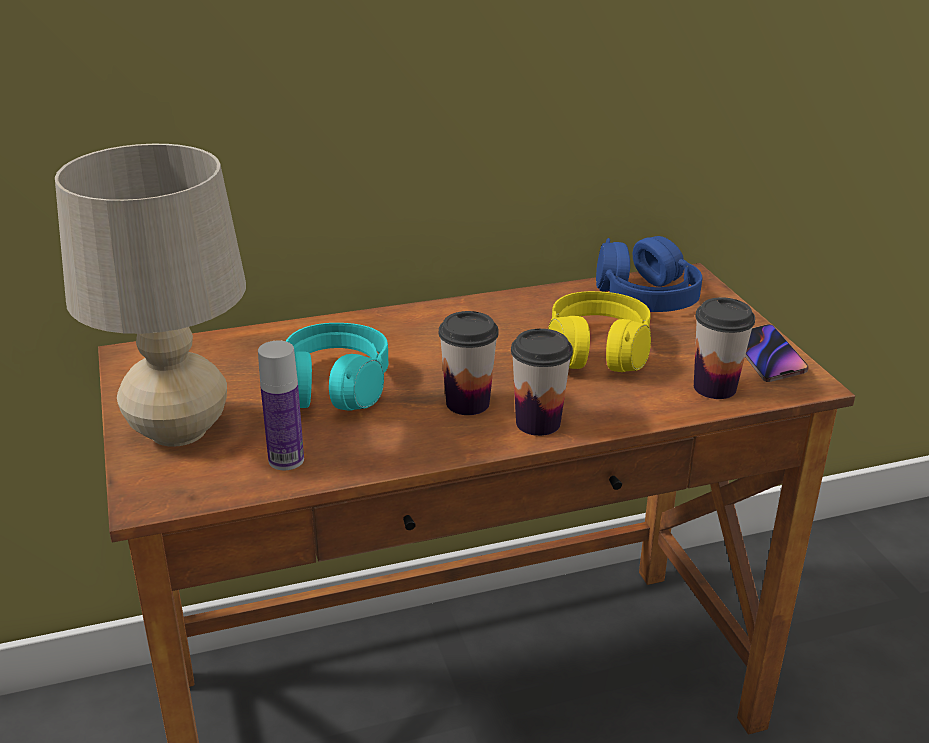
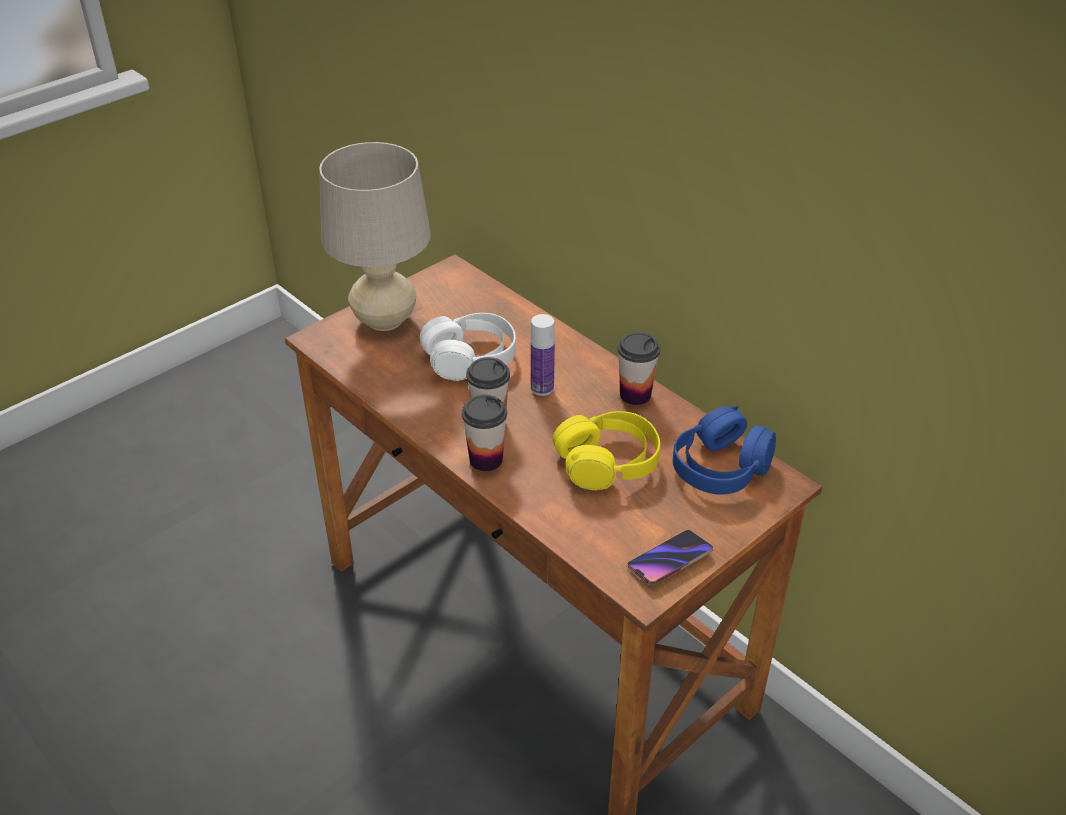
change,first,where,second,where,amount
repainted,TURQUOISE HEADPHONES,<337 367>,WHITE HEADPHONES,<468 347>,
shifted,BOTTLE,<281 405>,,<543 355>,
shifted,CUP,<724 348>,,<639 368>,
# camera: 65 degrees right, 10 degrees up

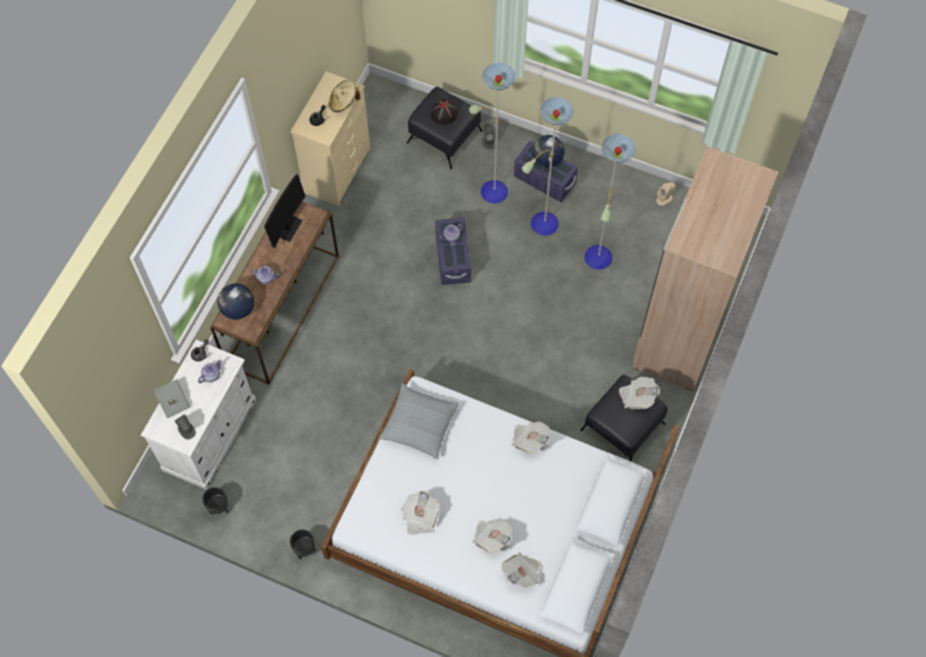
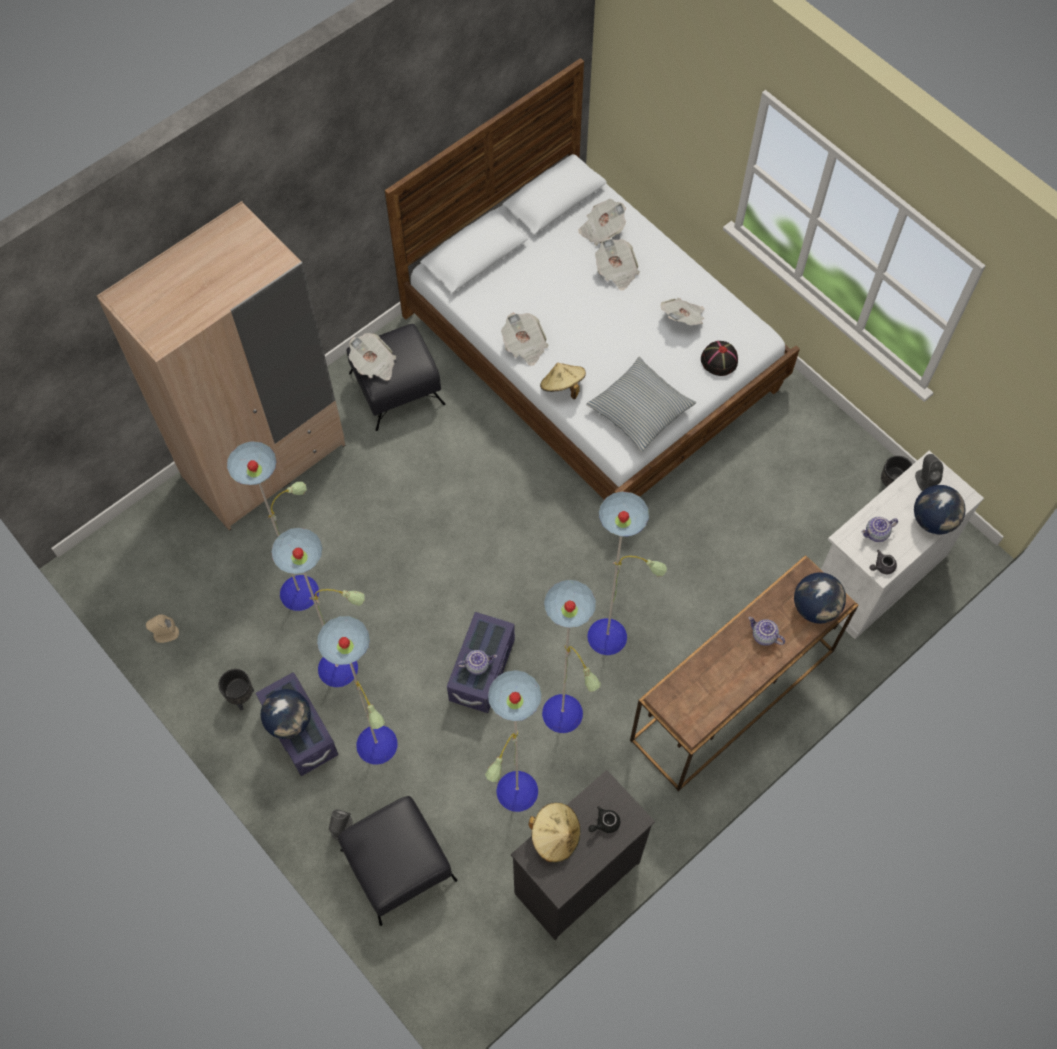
change,first,where,second,where,amount
shifted,BLACK PLANTER,<303 544>,,<236 689>,
new,,,FLOOR LAMP,<576 651>,
repainted,BEIGE DRESSER,<330 139>,BLACK DRESSER,<583 855>,
new,,,BEIGE HAT,<563 381>,
shifted,BLACK HAT,<444 112>,,<719 358>,
swapped,GREY BOOK,<172 398>,GLOBE,<940 509>,
gone,MONITOR,<285 211>,,,
# camera: 155 degrees left, 0 degrees up

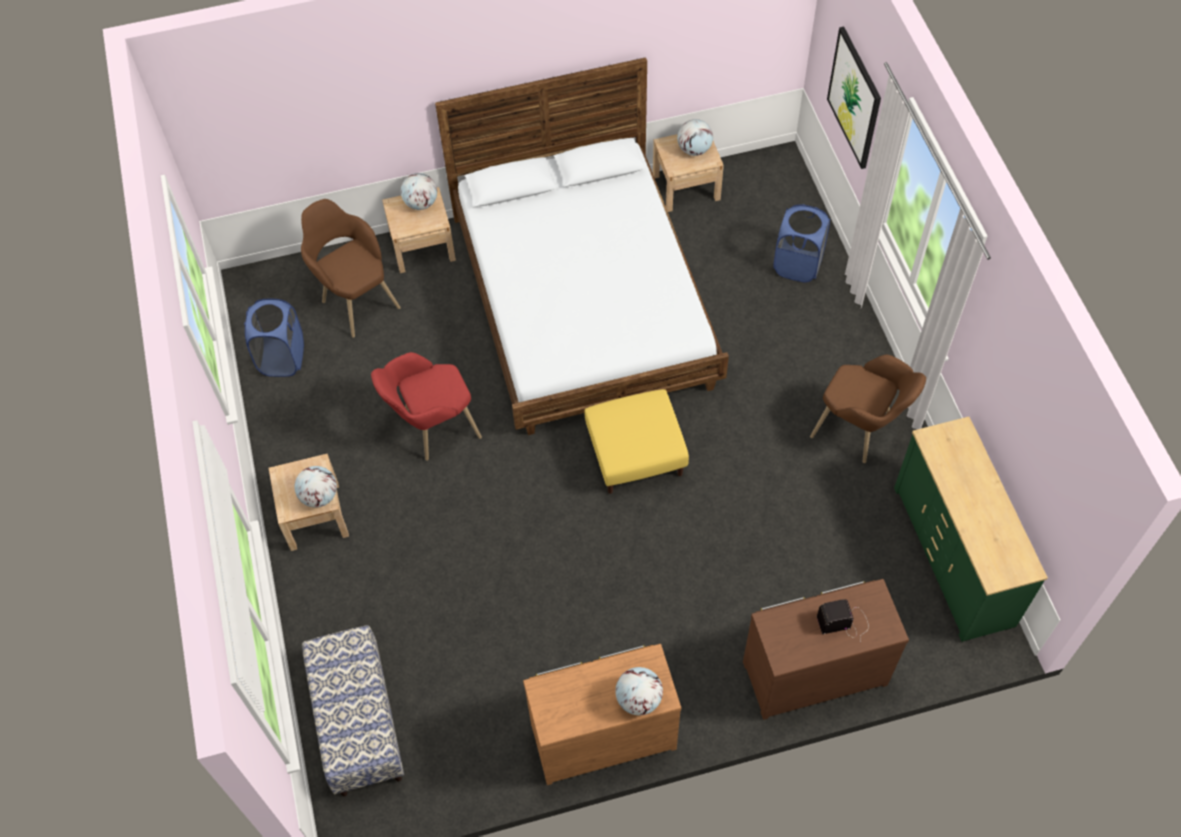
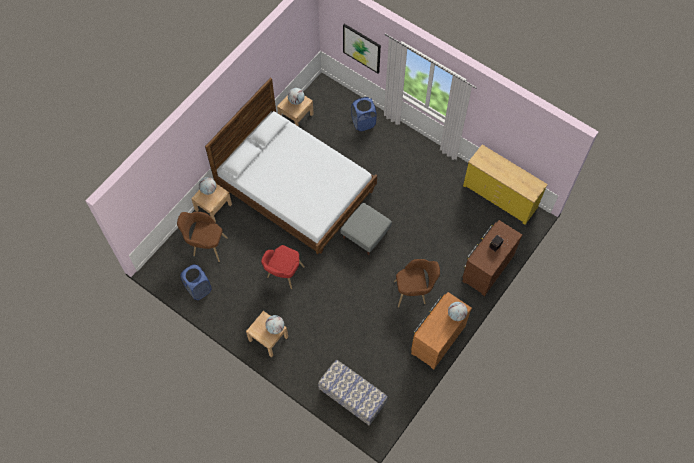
change,first,where,second,where,amount
repainted,YELLOW OTTOMAN,<636 441>,GREY OTTOMAN,<366 229>,
shifted,BROWN ARMCHAIR,<868 409>,,<417 283>,
repainted,GREEN DRESSER,<971 529>,YELLOW DRESSER,<505 185>,
# camera: 40 degrees left, 5 degrees up

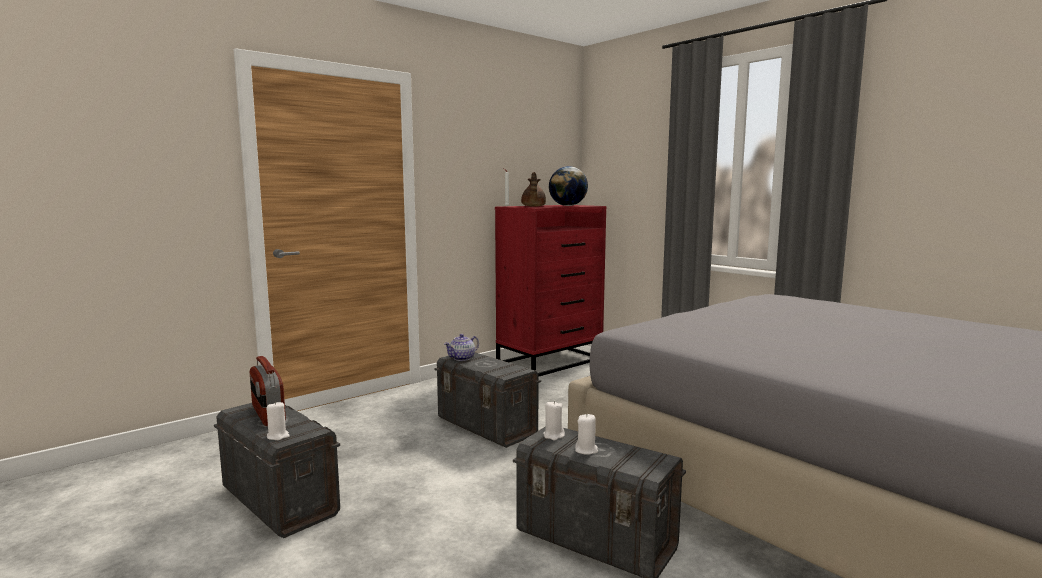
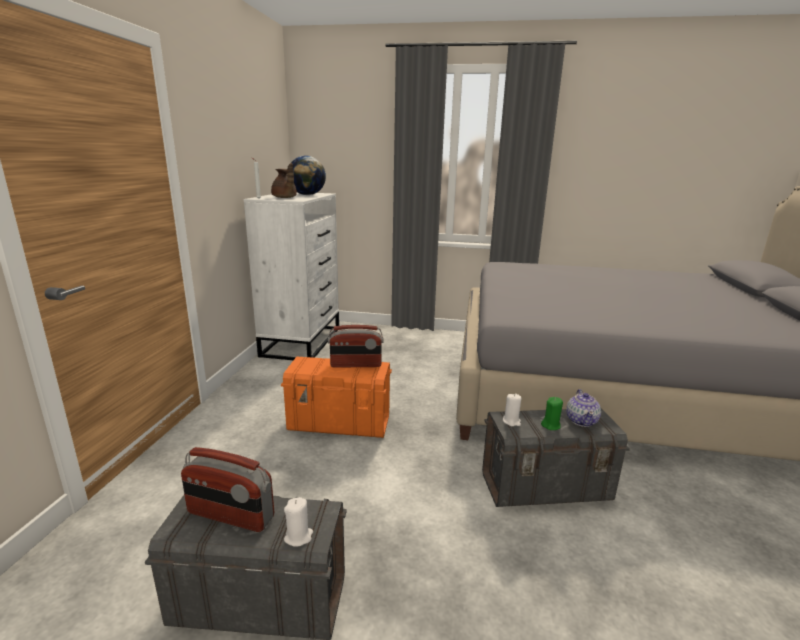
change,first,where,second,where,amount
repainted,RED DRESSER,<550 290>,WHITE DRESSER,<291 276>,
repainted,GREY STORAGE BOX,<487 400>,ORANGE STORAGE BOX,<336 397>,
new,,,RADIO,<355 346>,
repainted,WHITE CANDLE,<586 434>,GREEN CANDLE,<552 413>,
shifted,TEAPOT,<461 347>,,<583 408>,
# camera: 40 degrees left, 10 degrees up

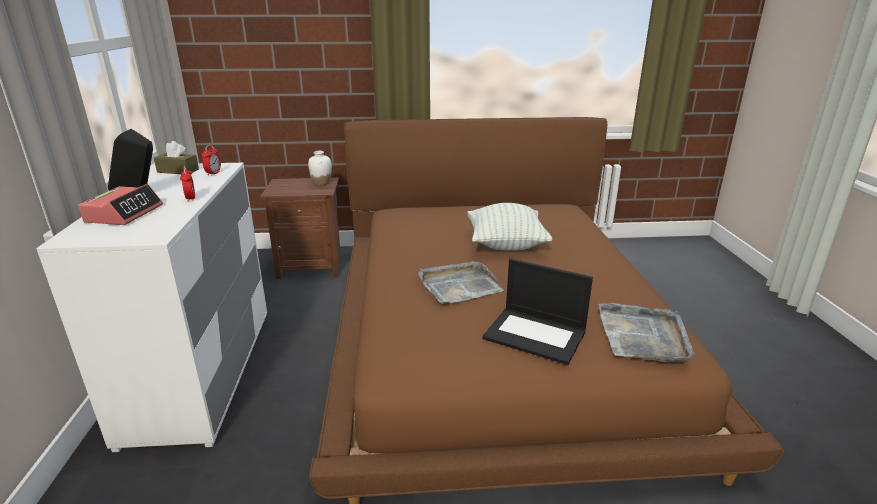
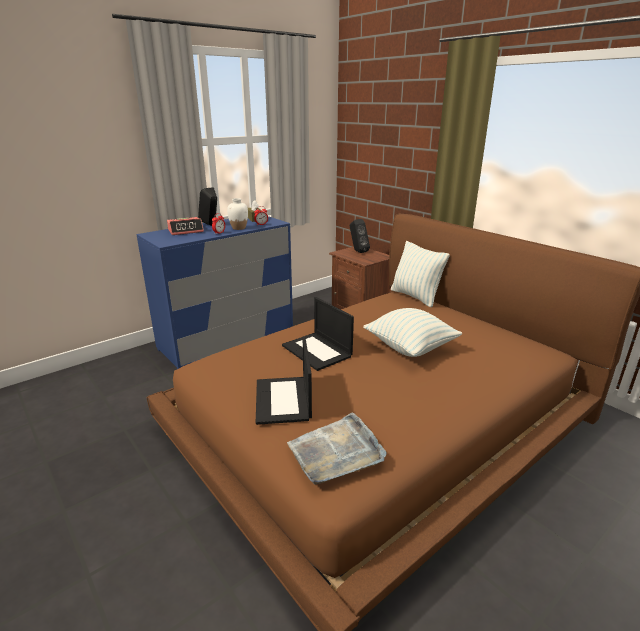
change,first,where,second,where,amount
repainted,WHITE DRESSER,<151 307>,BLUE DRESSER,<214 292>,
shifted,WHITE VASE,<320 168>,,<237 214>,
swapped,GREY TRAY,<461 282>,LAPTOP,<318 334>,
new,,,BLACK SPEAKER,<360 236>,
new,,,PILLOW,<420 274>,
# camera: 55 degrees right, 0 degrees up

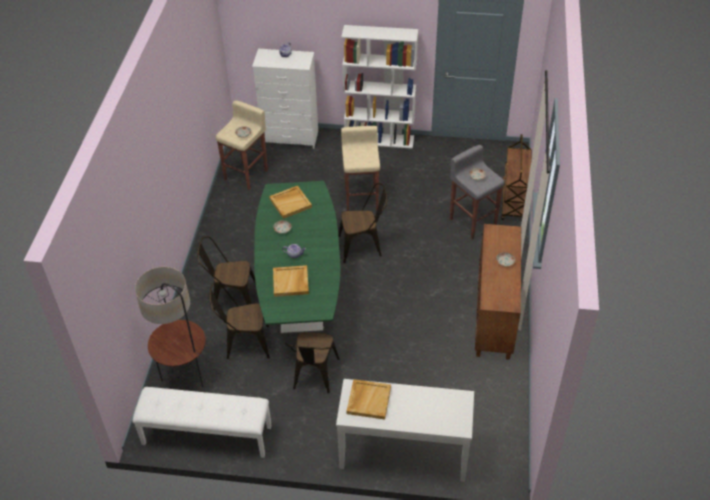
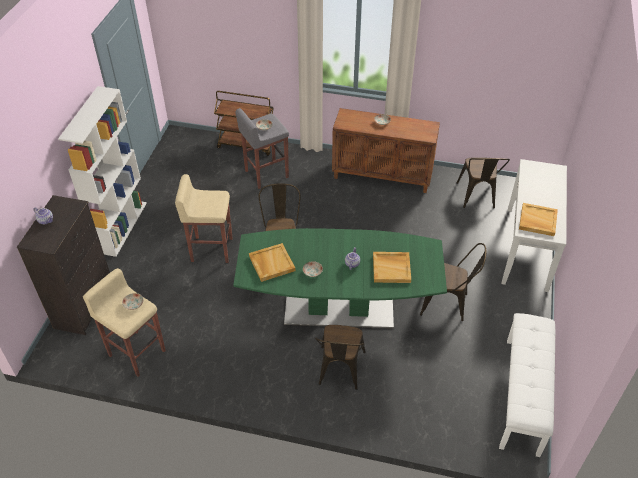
change,first,where,second,where,amount
repainted,WHITE DRESSER,<285 99>,BLACK DRESSER,<63 265>,
shifted,BROWN CHAIR,<240 320>,,<483 183>,
gone,FLOOR LAMP,<170 327>,,,
# camera: 85 degrees left, 0 degrees up

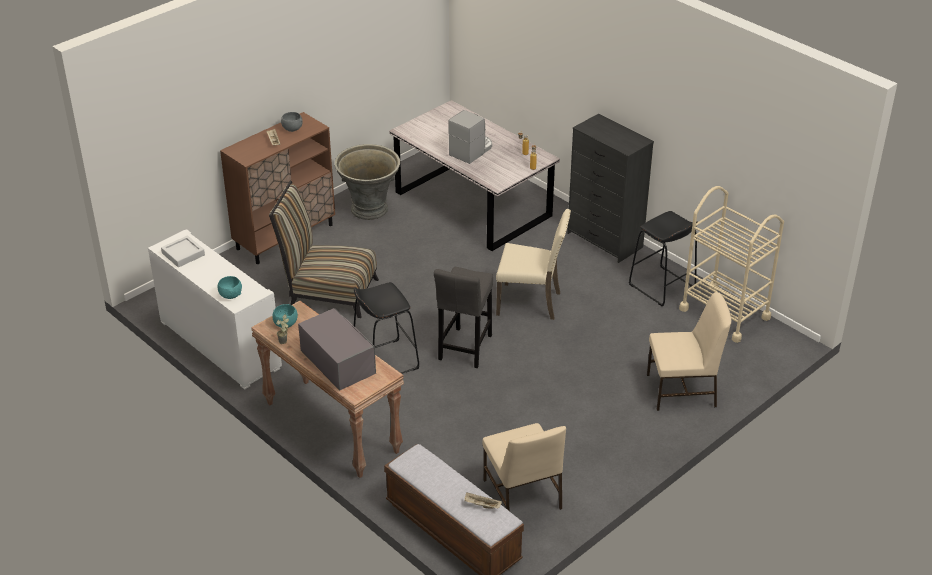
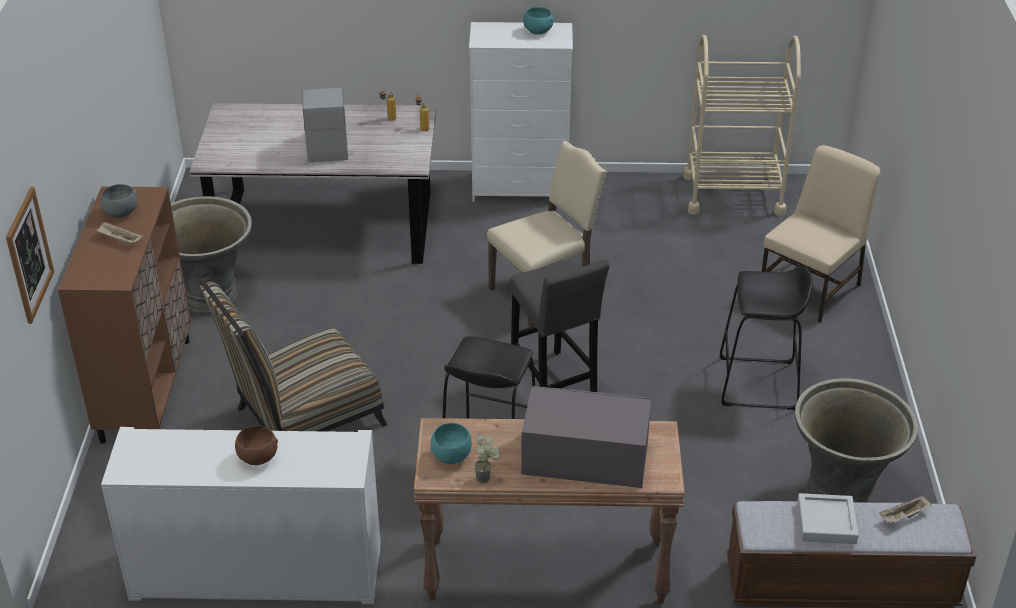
change,first,where,second,where,amount
new,,,PICTURE,<30 255>,
new,,,BROWN BOWL,<256 445>,
repainted,BLACK DRESSER,<610 188>,WHITE DRESSER,<521 111>,
shifted,TURQUOISE BOWL,<230 287>,,<538 21>,
shifted,BLACK STOOL,<663 259>,,<766 338>,
swapped,BEIGE CHAIR,<524 467>,GREY PLANTER,<856 440>,
shifted,GREY TRAY,<183 251>,,<828 518>,
# camera: 45 degrees left, 0 degrees up

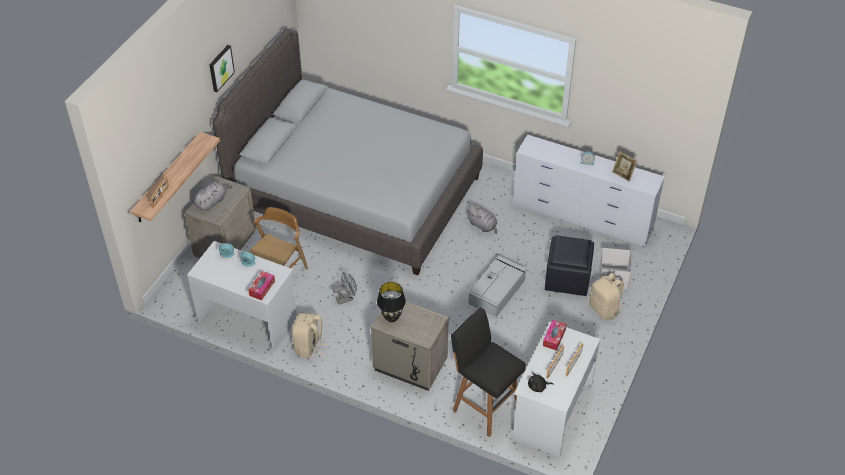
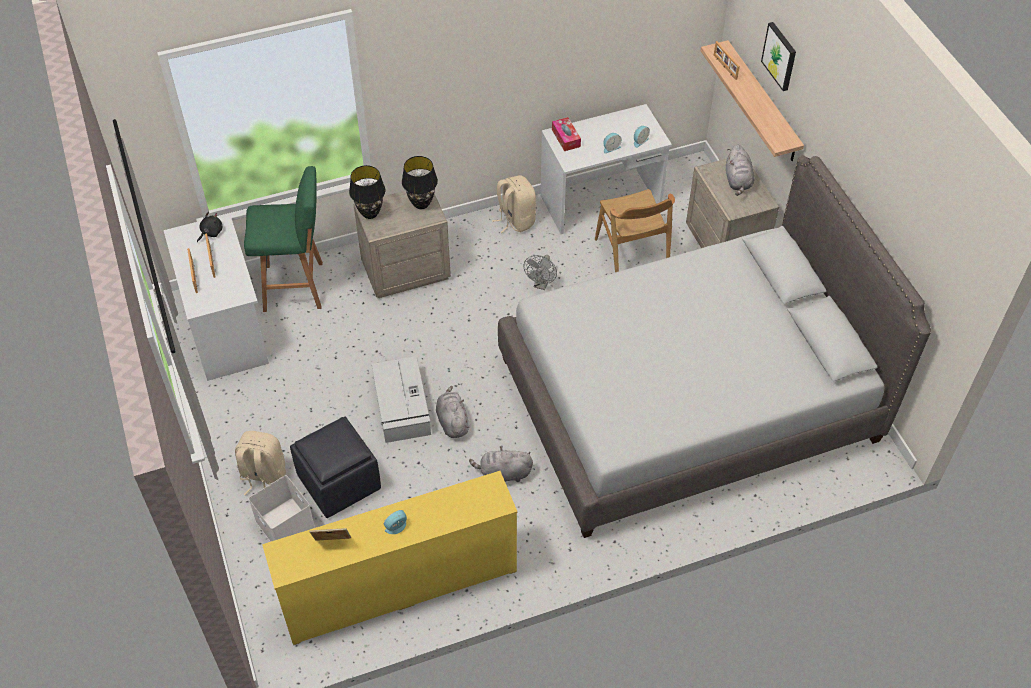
change,first,where,second,where,amount
repainted,BLACK STOOL,<488 372>,GREEN STOOL,<283 239>,
repainted,WHITE DRESSER,<589 191>,YELLOW DRESSER,<389 558>,
new,,,BLACK TABLE LAMP,<367 192>,
new,,,GREY PLUSH TOY,<452 412>,
shifted,PICTURE,<222 68>,,<778 56>,
gone,TISSUE BOX,<554 335>,,,
# camera: 135 degrees right, 5 degrees up

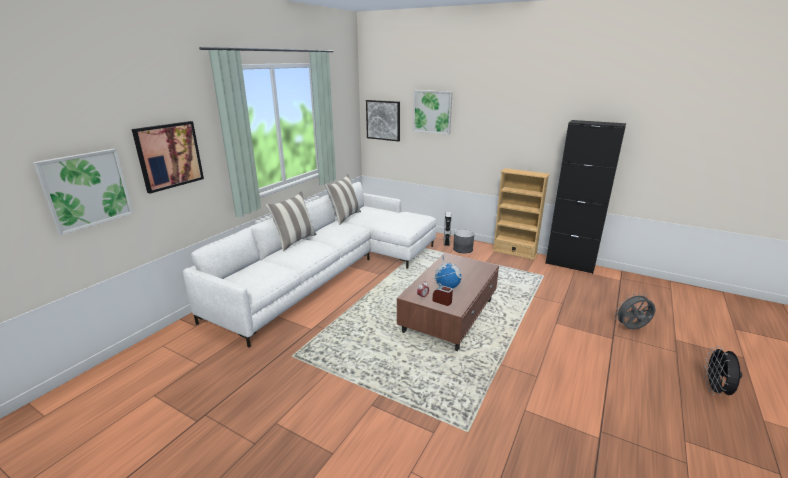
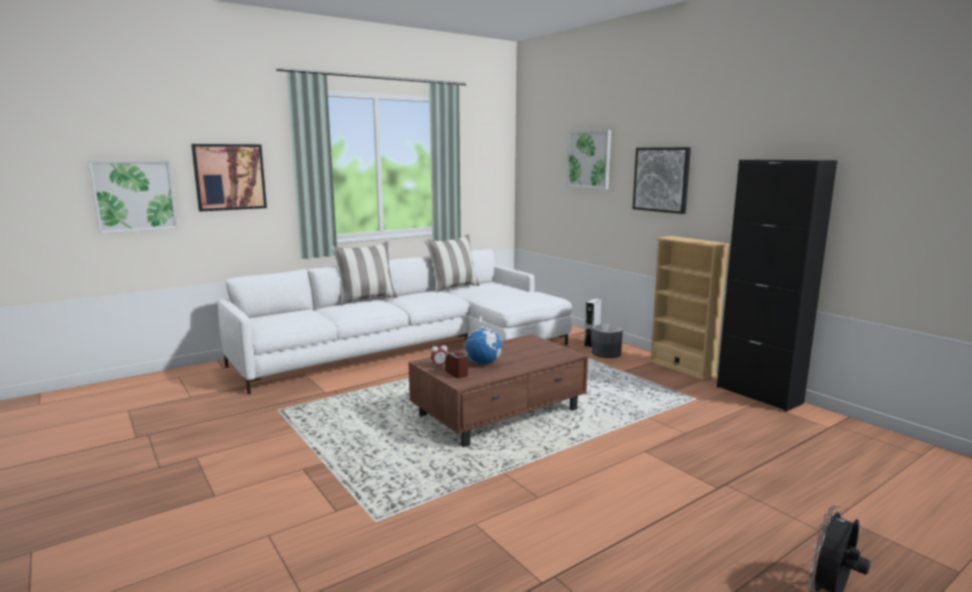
change,first,where,second,where,amount
shifted,PICTURE,<383 121>,,<662 180>,
gone,GREY FAN,<634 311>,,,
# camera: 25 degrees right, 10 degrees down

